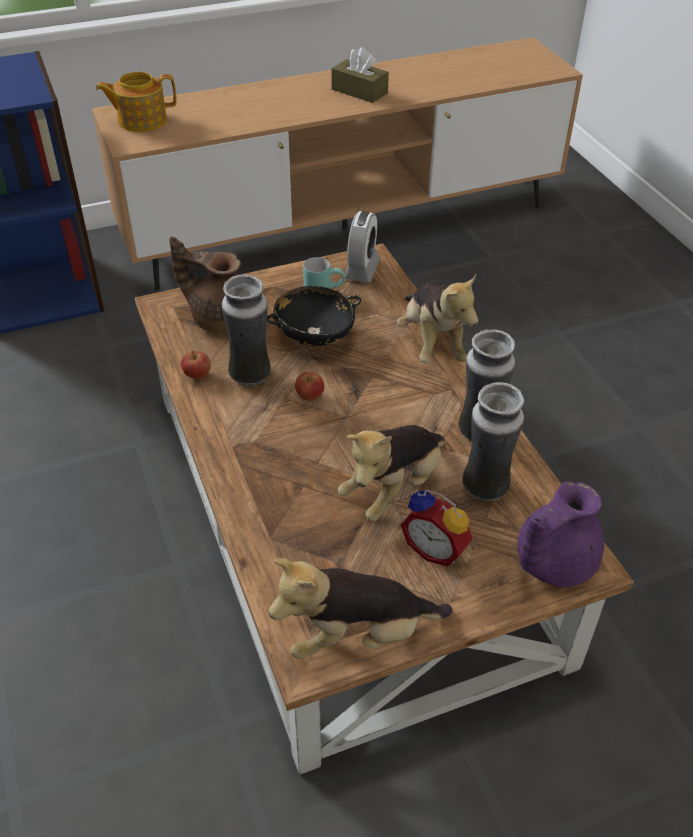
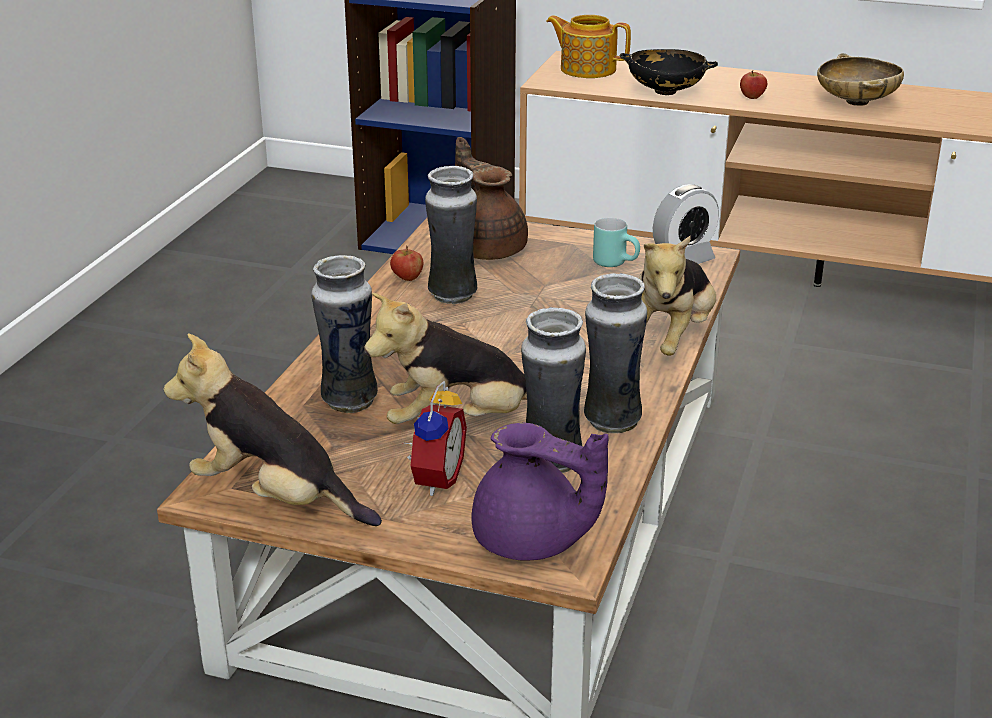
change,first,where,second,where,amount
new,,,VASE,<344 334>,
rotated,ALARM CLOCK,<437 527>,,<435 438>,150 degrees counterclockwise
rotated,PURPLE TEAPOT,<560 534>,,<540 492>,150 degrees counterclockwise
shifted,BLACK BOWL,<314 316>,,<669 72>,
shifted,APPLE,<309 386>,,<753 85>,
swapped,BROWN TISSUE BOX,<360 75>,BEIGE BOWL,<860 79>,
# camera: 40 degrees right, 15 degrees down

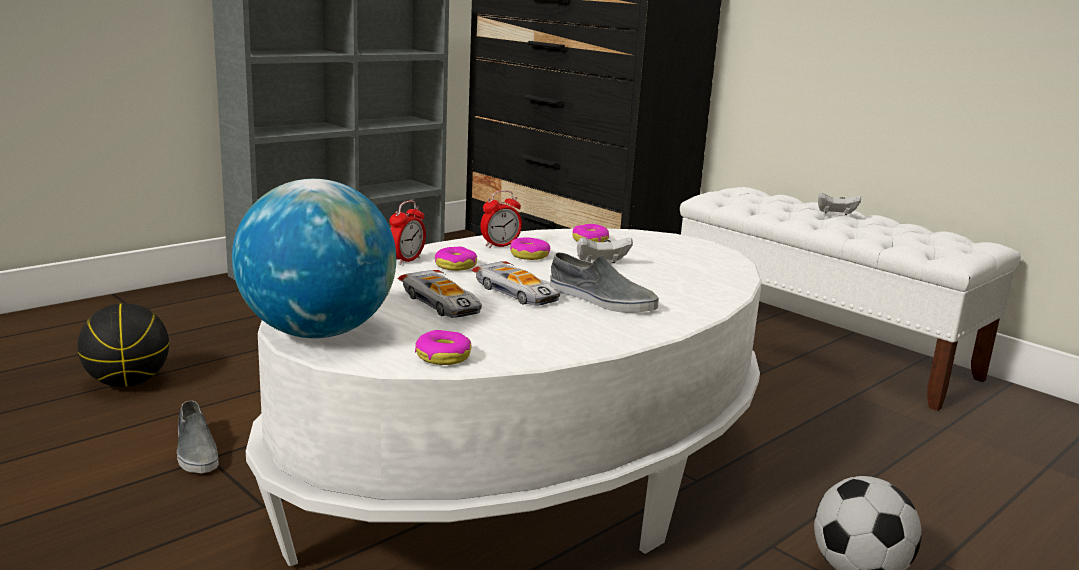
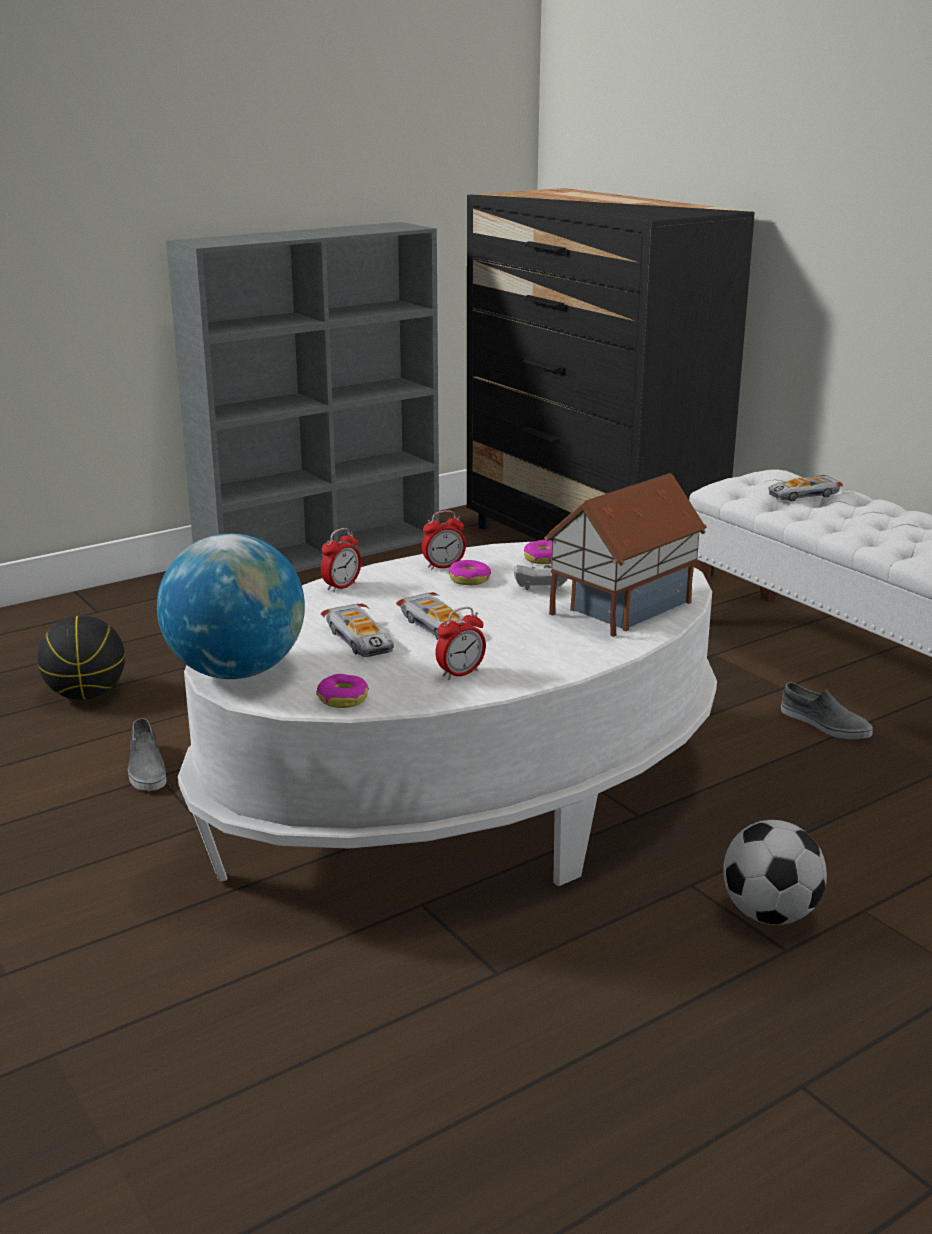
change,first,where,second,where,amount
new,,,ALARM CLOCK,<460 643>,
new,,,TOY HOUSE,<625 555>,
new,,,TOY CAR,<805 488>,
shifted,GREY SHOE,<604 282>,,<827 710>,
gone,DONUT,<456 258>,,,
gone,WHITE GAME CONTROLLER,<839 204>,,,
# camera: 10 degrees right, 5 degrees up

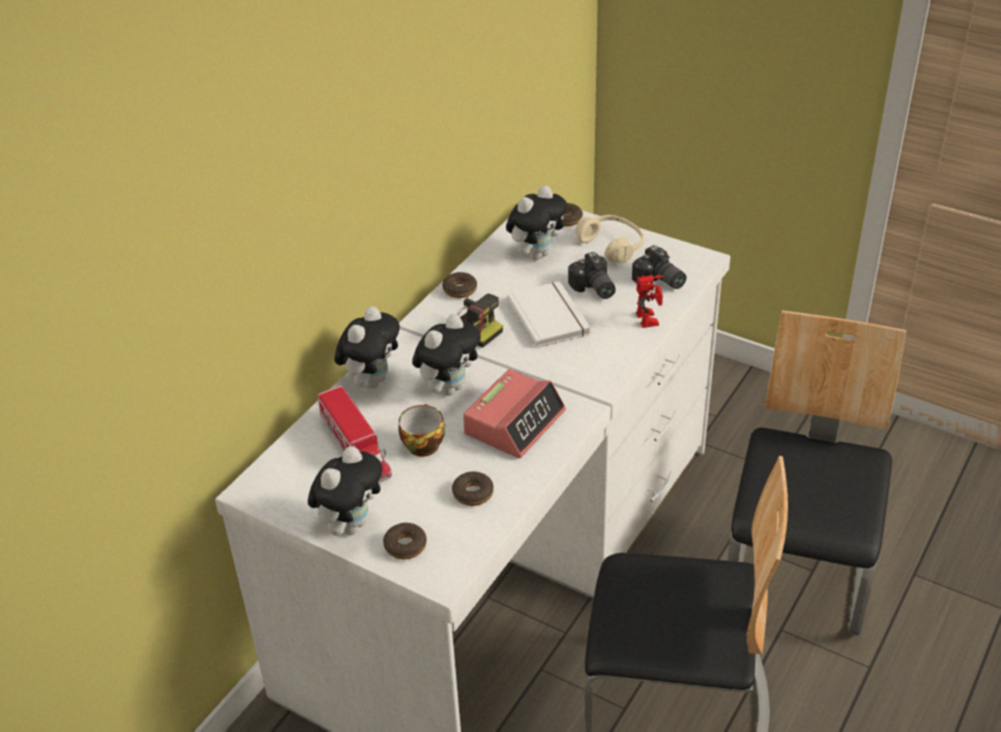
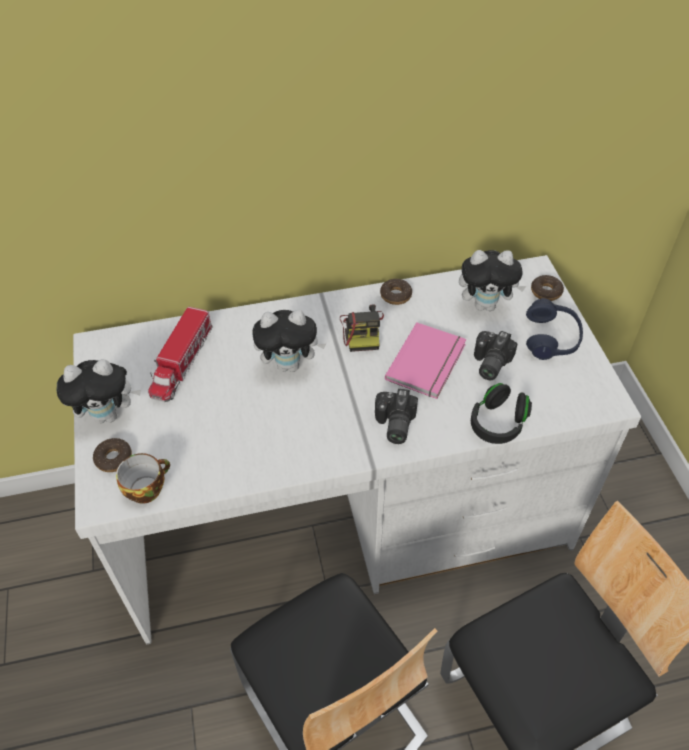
change,first,where,second,where,amount
shifted,CUP,<422 430>,,<143 478>,
shifted,PHOTO CAMERA,<659 267>,,<396 416>,
repainted,WHITE BOOK,<549 314>,PINK BOOK,<425 360>,
swapped,TOY ROBOT,<650 301>,BLACK HEADPHONES,<501 413>,
repainted,BEIGE HEADPHONES,<610 239>,BLUE HEADPHONES,<554 329>,
gone,PLUSH TOY,<367 347>,,,
gone,DONUT,<473 489>,,,
gone,ALARM CLOCK,<514 413>,,,
# camera: 45 degrees right, 10 degrees up

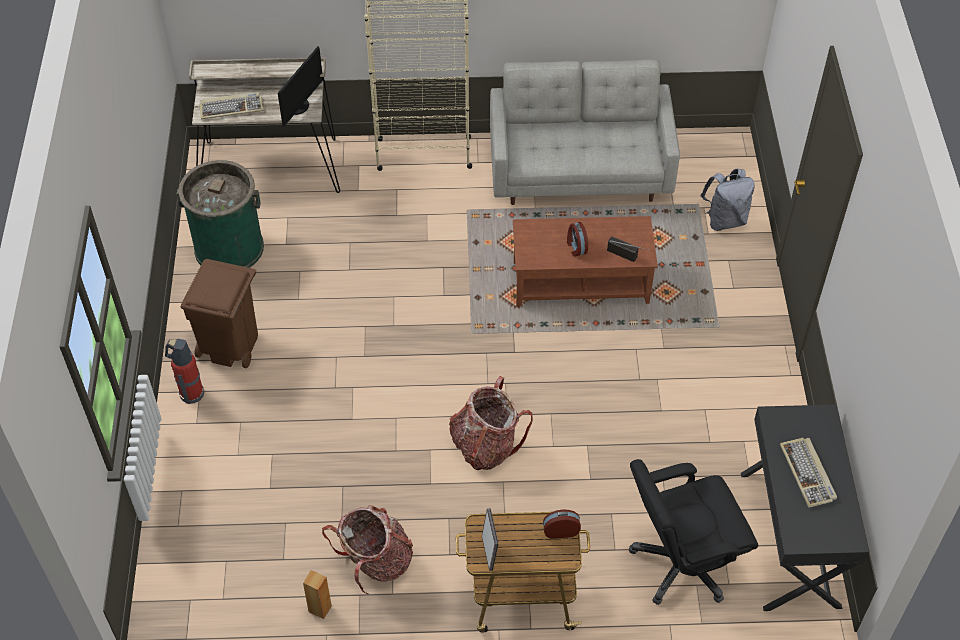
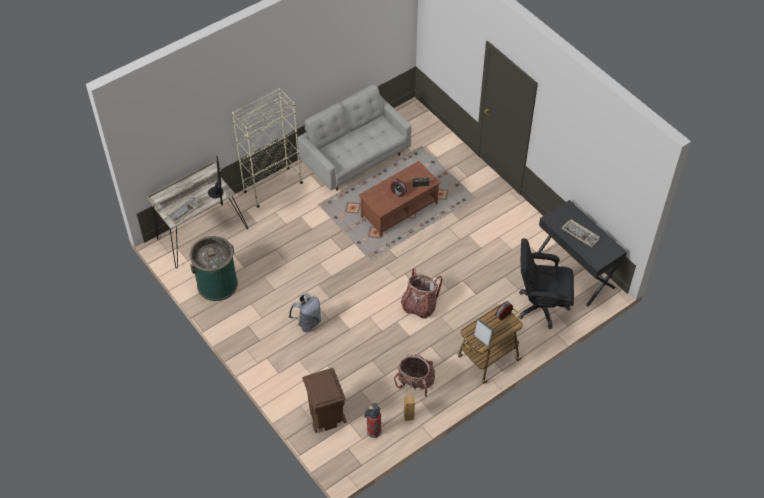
change,first,where,second,where,amount
shifted,GREY BACKPACK,<728 200>,,<305 312>,
shifted,BROWN TRASH CAN,<219 313>,,<324 400>,
shifted,FIRE EXTINGUISHER,<184 371>,,<372 420>,
rotated,BLACK OFFICE CHAIR,<693 532>,,<546 283>,60 degrees clockwise
# camera: 35 degrees left, 0 degrees up

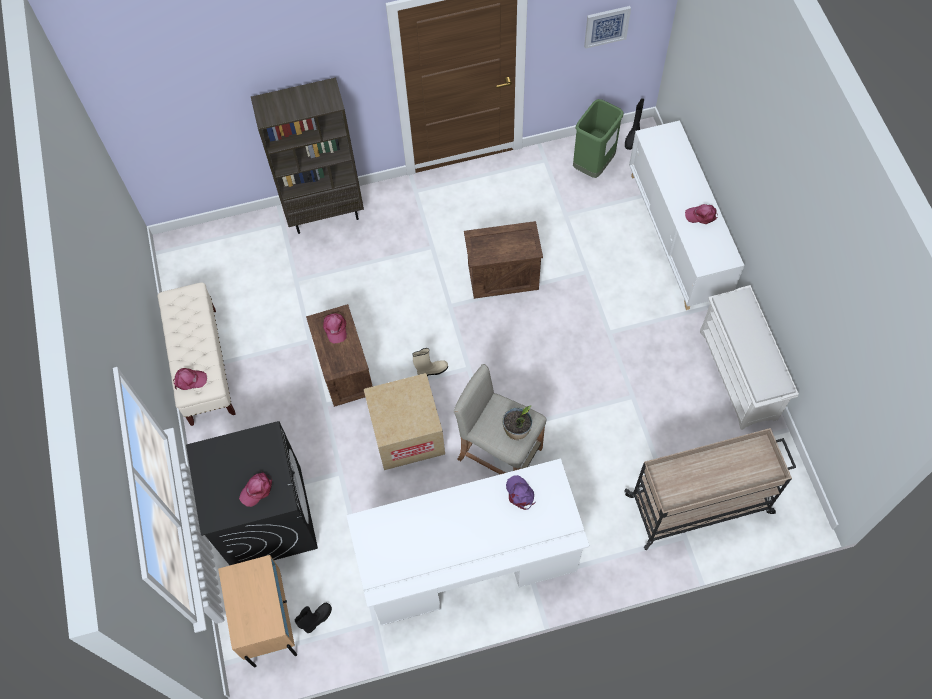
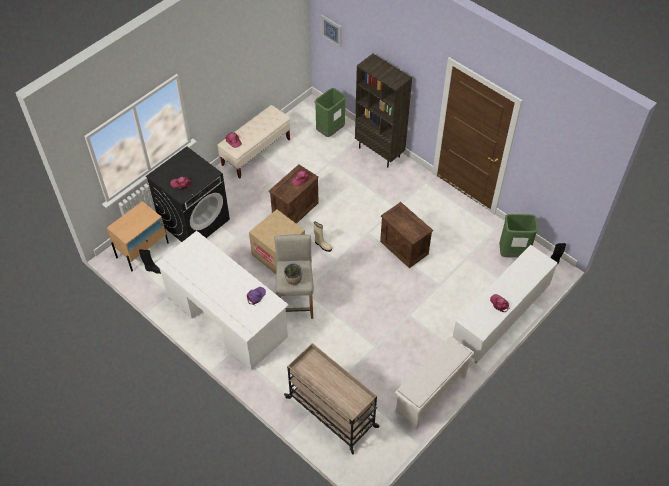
change,first,where,second,where,amount
new,,,GREEN TRASH CAN,<330 112>,
shifted,PICTURE,<607 27>,,<331 31>,
# camera: 55 degrees right, 10 degrees down

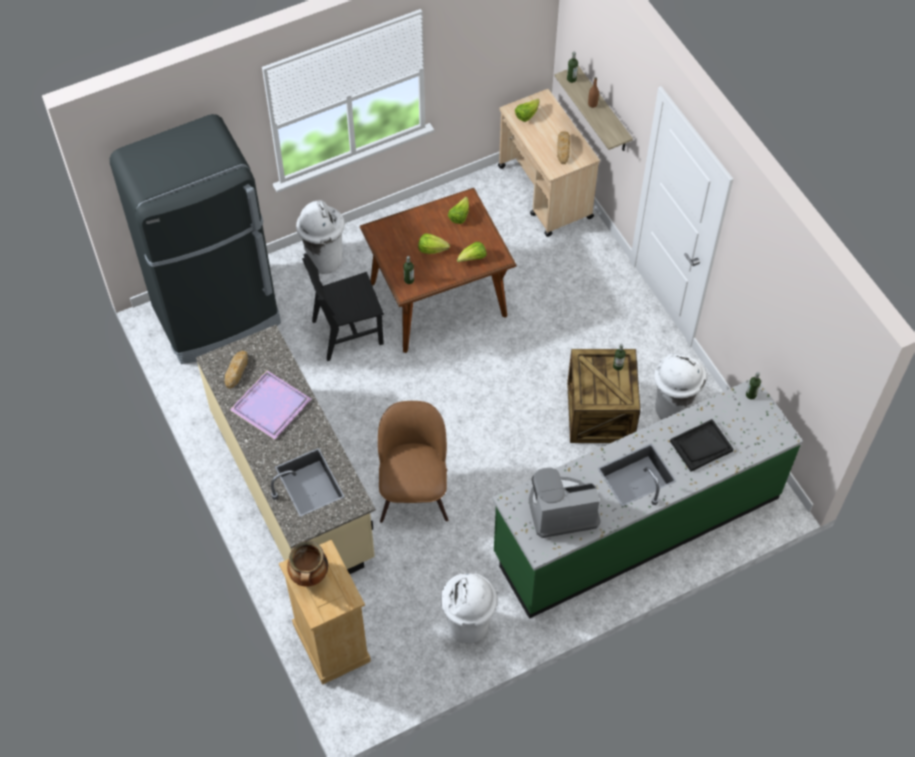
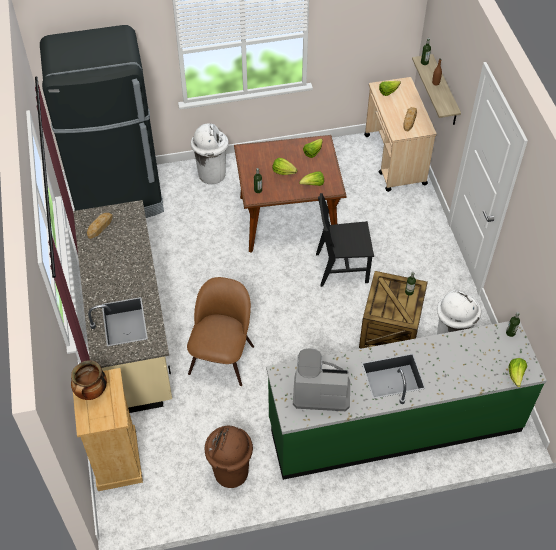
change,first,where,second,where,amount
repainted,WHITE TRASH CAN,<469 608>,BROWN TRASH CAN,<229 457>,
shifted,BLACK CHAIR,<343 307>,,<345 240>,
new,,,LETTUCE,<517 372>,
gone,PURPLE TRAY,<270 405>,,,
gone,BLACK TRAY,<702 445>,,,
# camera: 15 degrees right, 5 degrees down

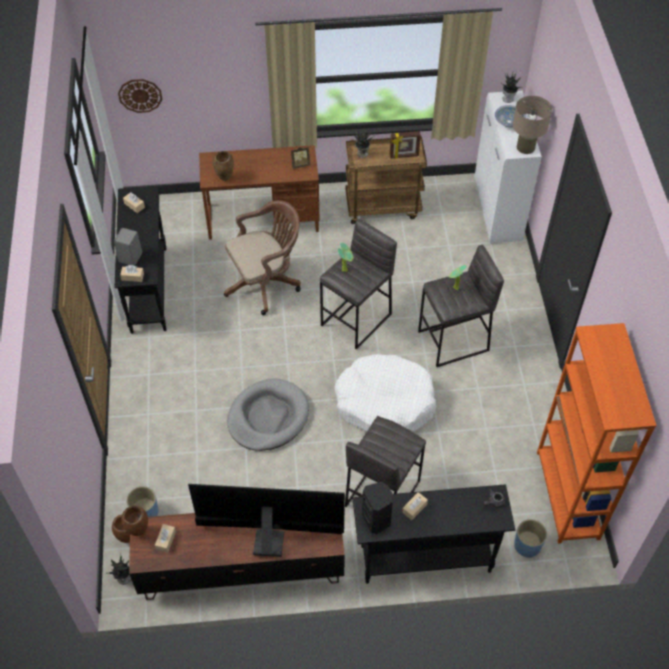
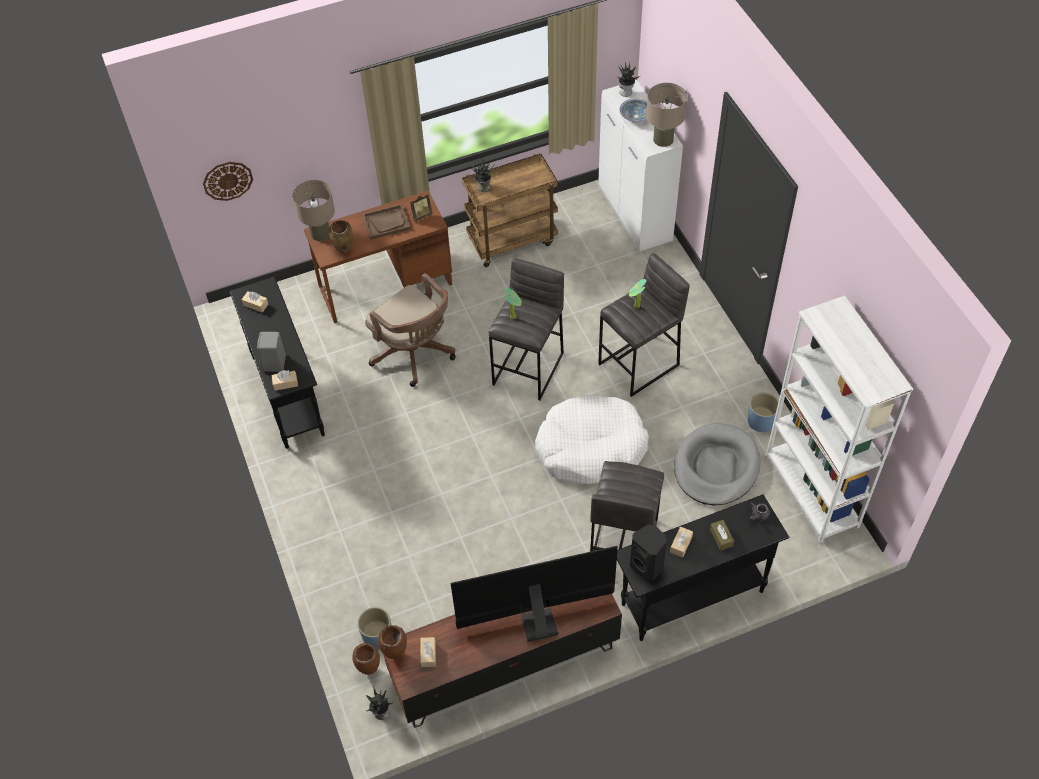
change,first,where,second,where,amount
new,,,BEIGE TABLE LAMP,<313 210>,
new,,,BROWN TRAY,<386 222>,
rotated,BROWN OFFICE CHAIR,<262 257>,,<410 330>,90 degrees clockwise
shifted,GREY DOG BED,<268 415>,,<717 464>,
new,,,BROWN TISSUE BOX,<722 535>,
shifted,BLUE PLANTER,<530 538>,,<763 412>,
repainted,ORANGE BOOKCASE,<597 433>,WHITE BOOKCASE,<839 420>,
gone,PICTURE FRAME,<405 145>,,,
# camera: 15 degrees left, 0 degrees up

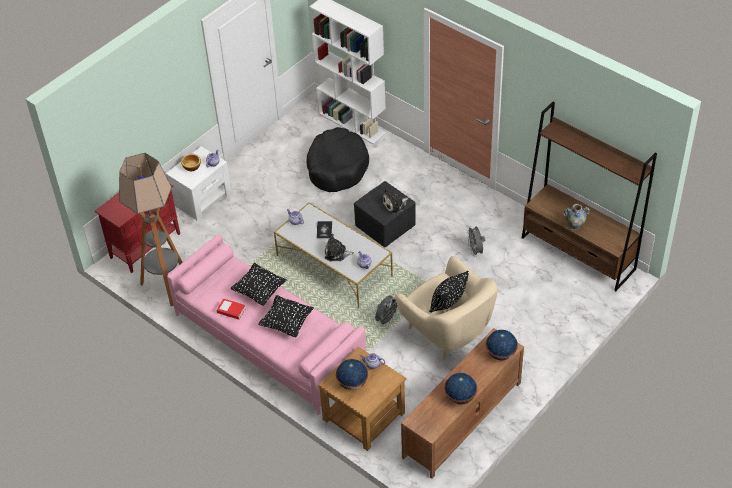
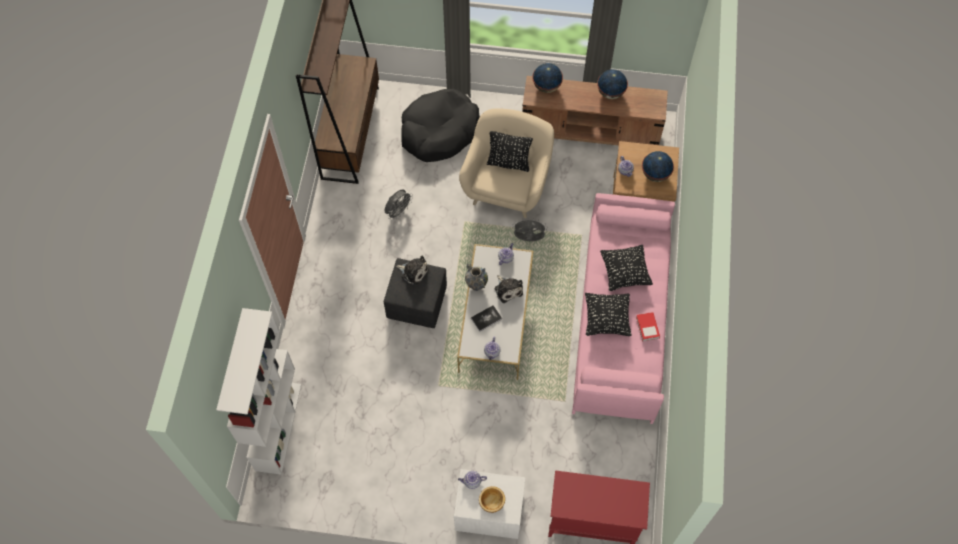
change,first,where,second,where,amount
shifted,BLACK DOG BED,<337 159>,,<440 125>,
shifted,VASE,<576 217>,,<476 277>,
gone,FLOOR LAMP,<151 229>,,,
# camera: 125 degrees left, 15 degrees up

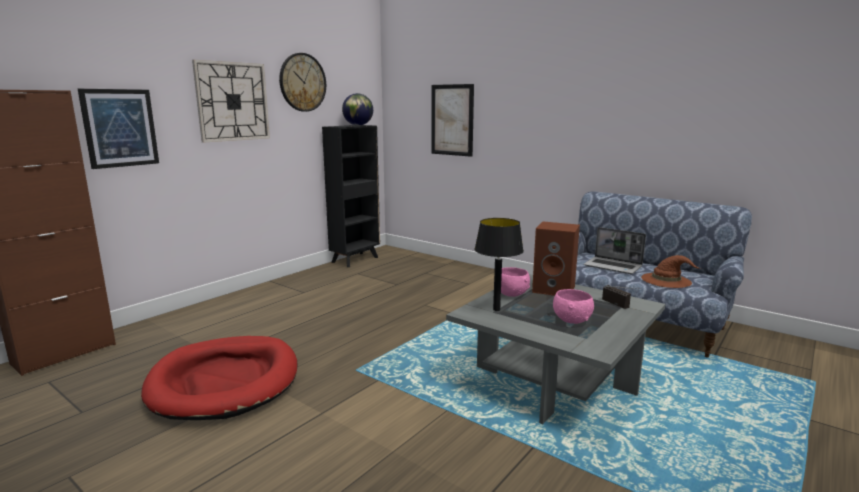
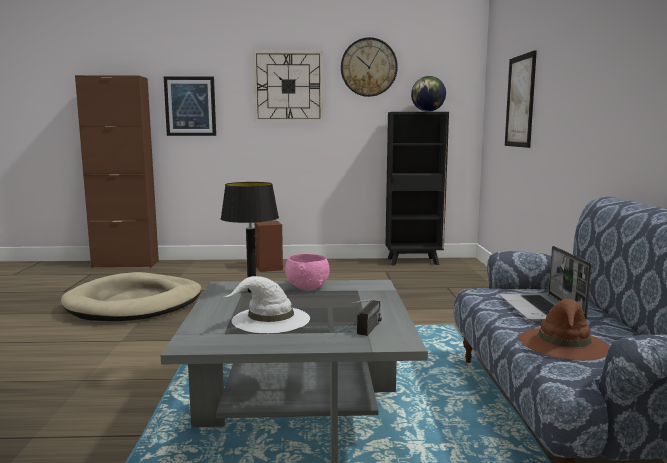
change,first,where,second,where,amount
repainted,RED DOG BED,<219 378>,BEIGE DOG BED,<131 296>,
swapped,PINK BOWL,<573 306>,WHITE HAT,<267 304>,
shifted,BROWN SPEAKER,<556 258>,,<269 246>,
# camera: 50 degrees right, 5 degrees down

